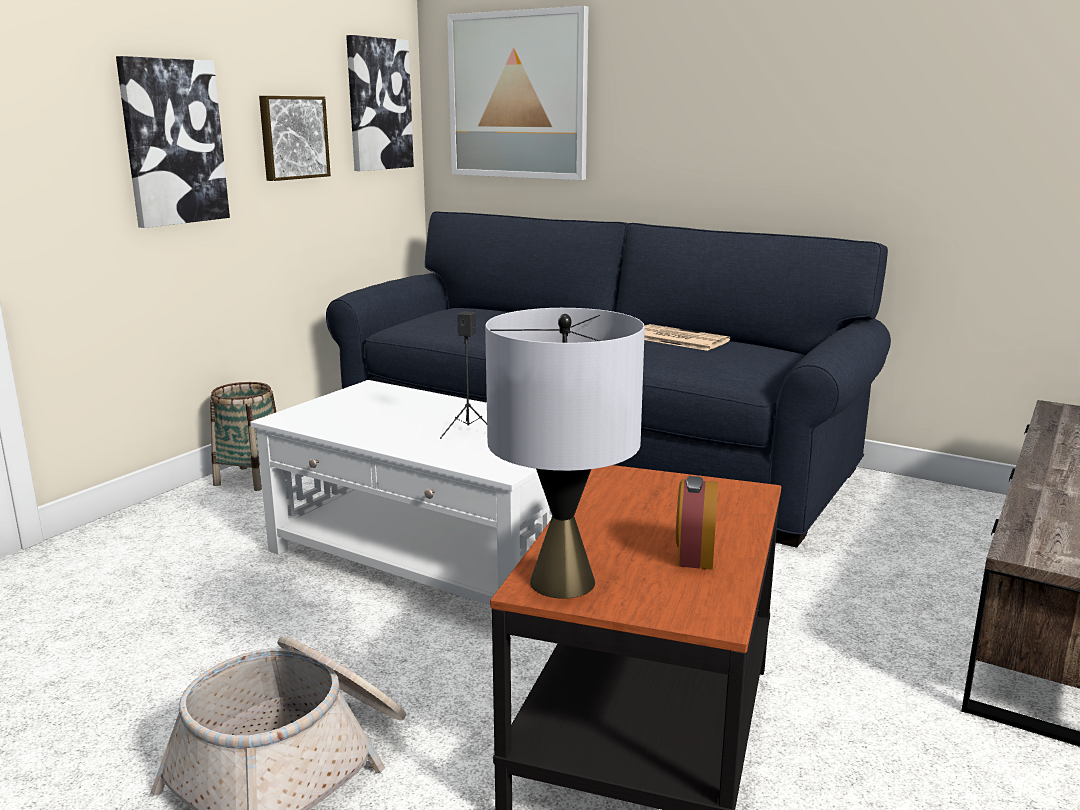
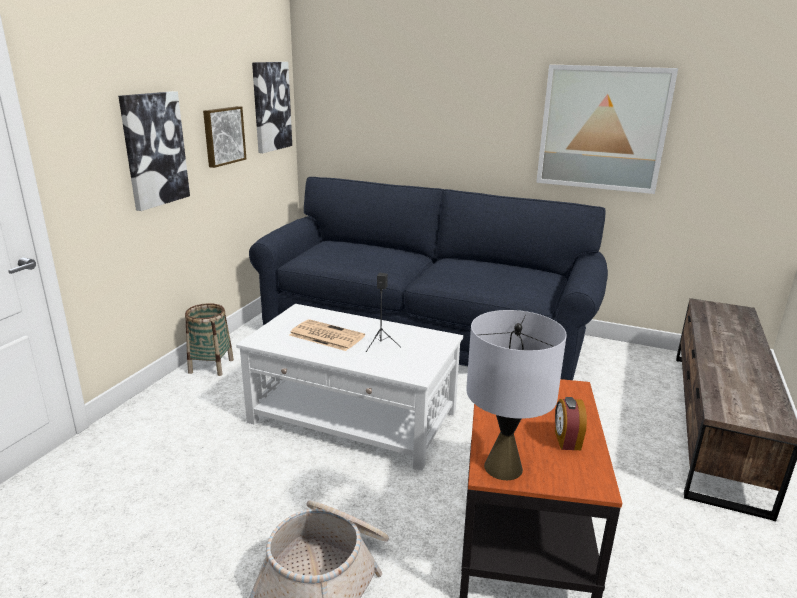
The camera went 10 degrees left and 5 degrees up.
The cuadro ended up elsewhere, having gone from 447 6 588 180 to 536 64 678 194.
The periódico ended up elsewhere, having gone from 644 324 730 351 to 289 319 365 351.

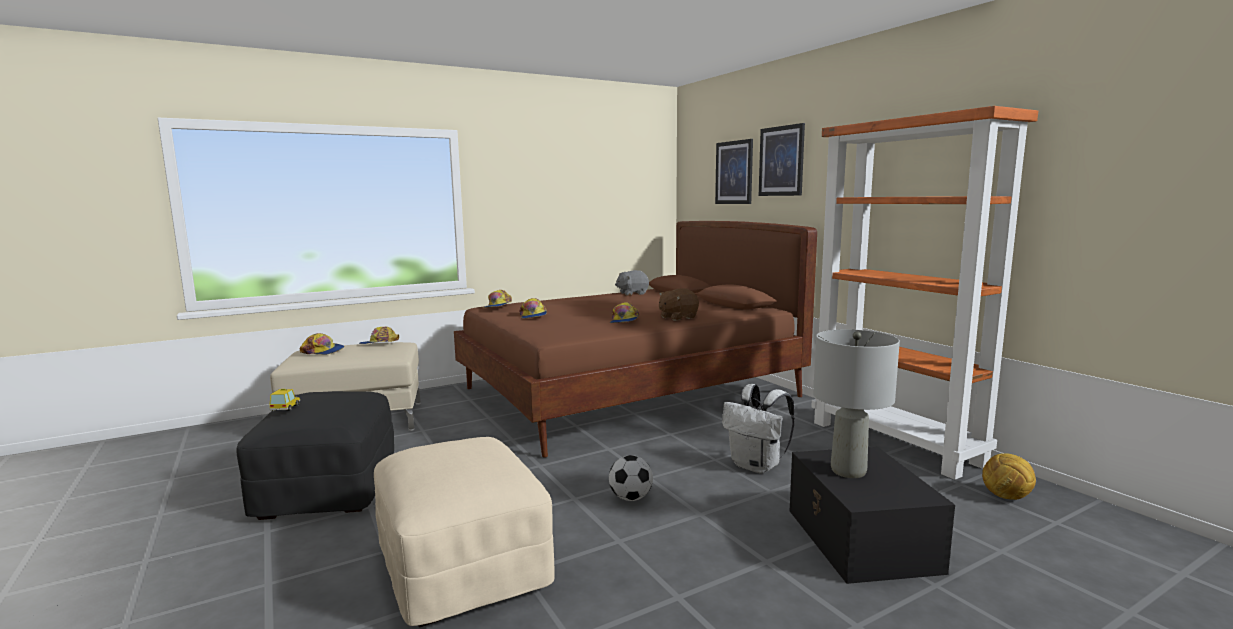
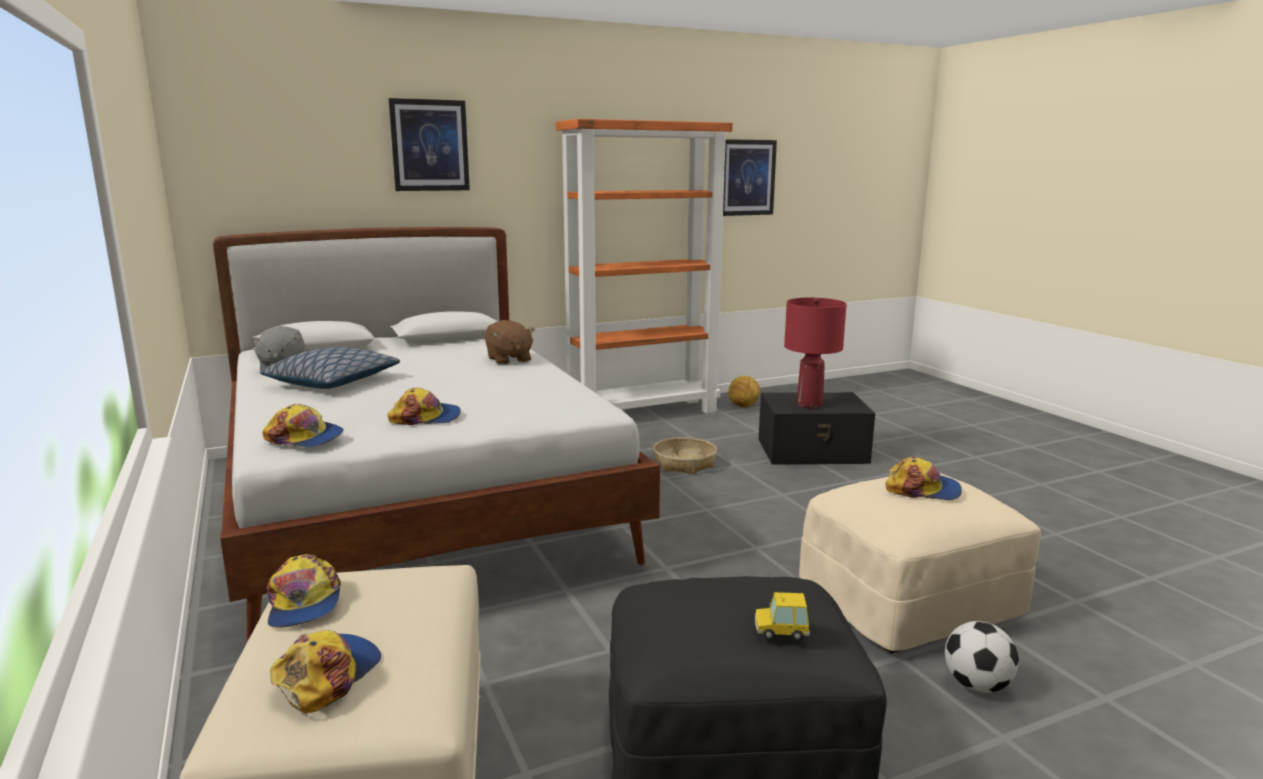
The camera went 85 degrees left and 5 degrees up.
The second view gained the cojín at 260 347 400 389.
The balón de fútbol ended up elsewhere, having gone from 609 455 653 501 to 945 621 1019 693.
The gorra ended up elsewhere, having gone from 610 302 640 323 to 885 457 962 500.
The cuadro ended up elsewhere, having gone from 715 139 753 204 to 723 139 777 216.
Where the mochila/blanco stood at 722 384 795 474, the cesta came to stand at 653 437 717 475.
What was the cama/marrón at 454 221 817 458 turned into the cama/blanco at 213 227 660 642.
What was the lámpara de mesa/gris at 813 329 900 478 turned into the lámpara de mesa/rojo at 784 298 847 409.

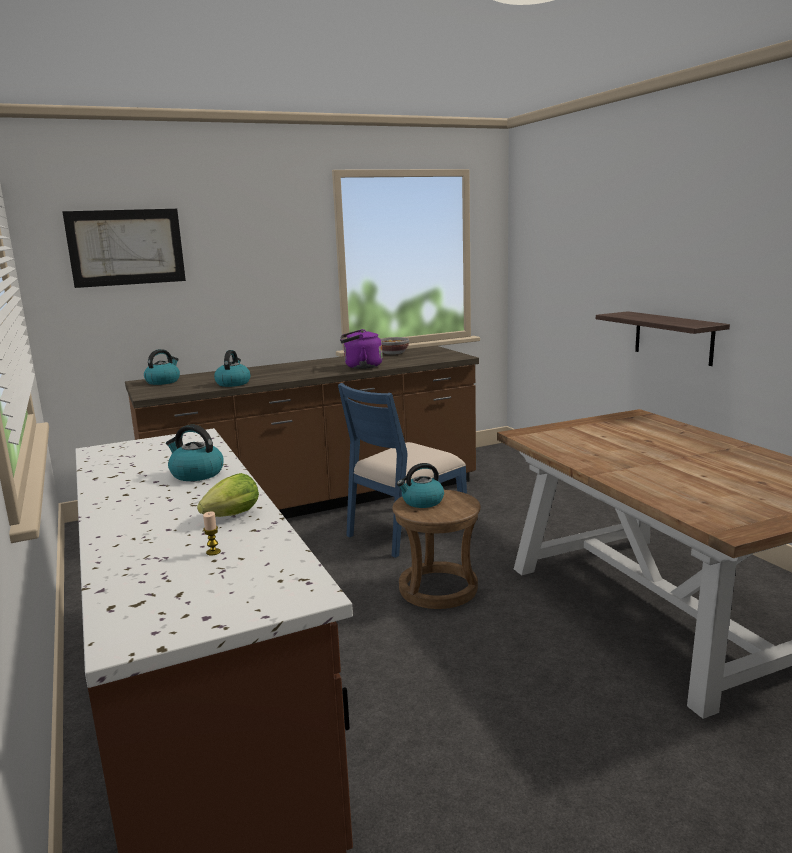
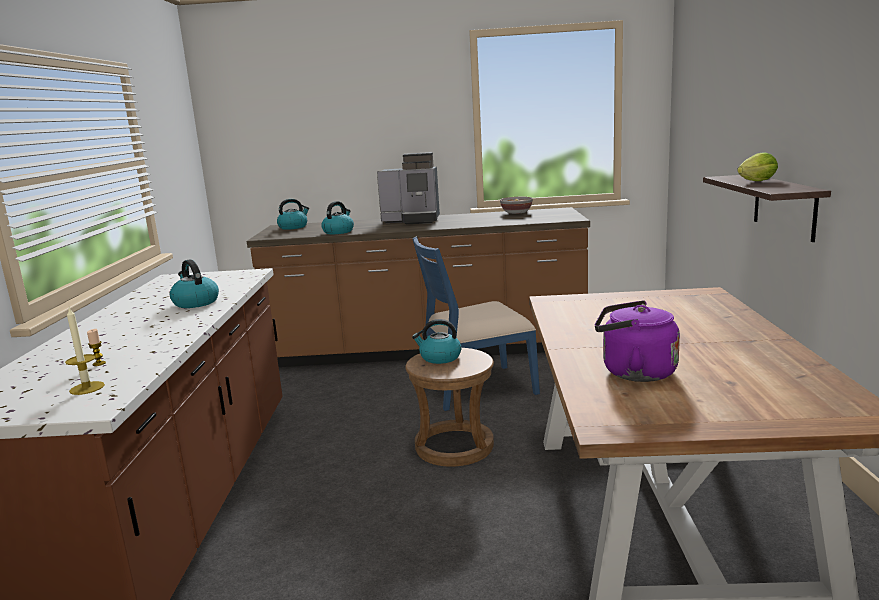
The camera went 25 degrees right and 0 degrees up.
The second view lost the cuadro at 62 209 186 288.
The second view gained the vela at 65 308 105 395.
The second view gained the cafetera at 377 152 440 224.
The lechuga ended up elsewhere, having gone from 197 473 259 517 to 737 152 778 181.
The hervidor/morado ended up elsewhere, having gone from 340 329 383 369 to 595 300 680 382.

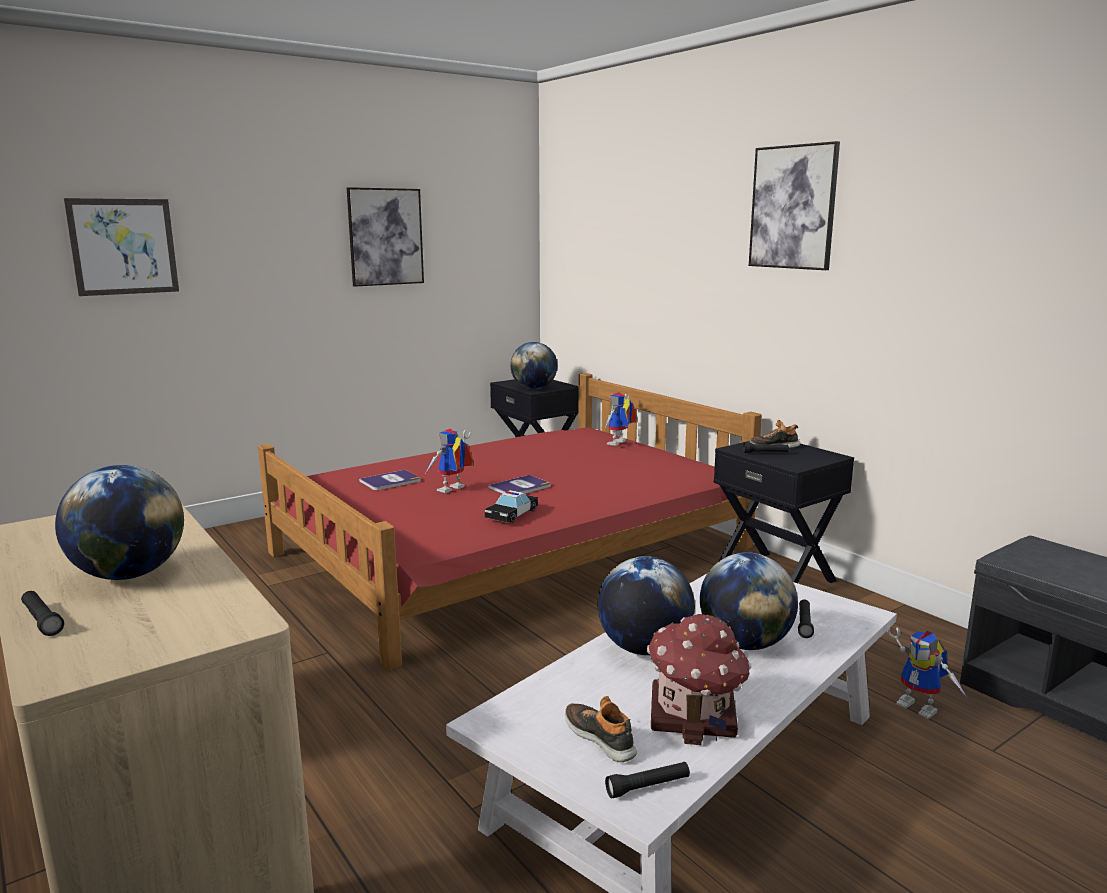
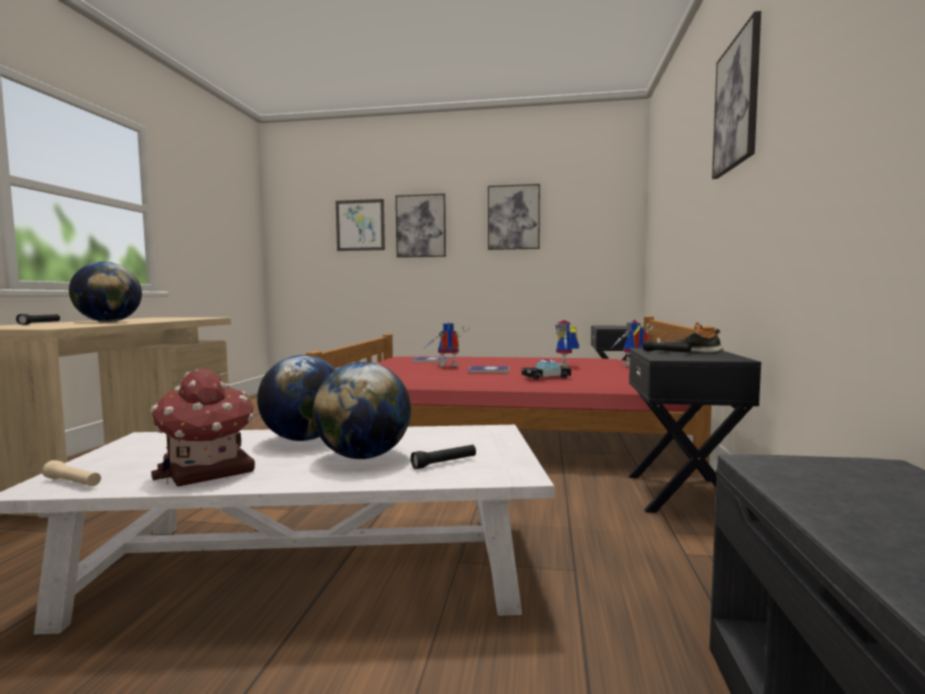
The camera went 45 degrees right and 10 degrees down.
The second view lost the globo terráqueo at 510 342 557 389.
The second view lost the zapato at 565 696 637 762.
The second view gained the cuadro at 396 194 446 258.
The coche de juguete ended up elsewhere, having gone from 485 490 538 523 to 522 359 571 380.
The robot de juguete ended up elsewhere, having gone from 887 628 968 719 to 555 320 579 367.
What was the linterna/negro at 605 762 690 799 turned into the linterna/beis at 42 460 101 486.

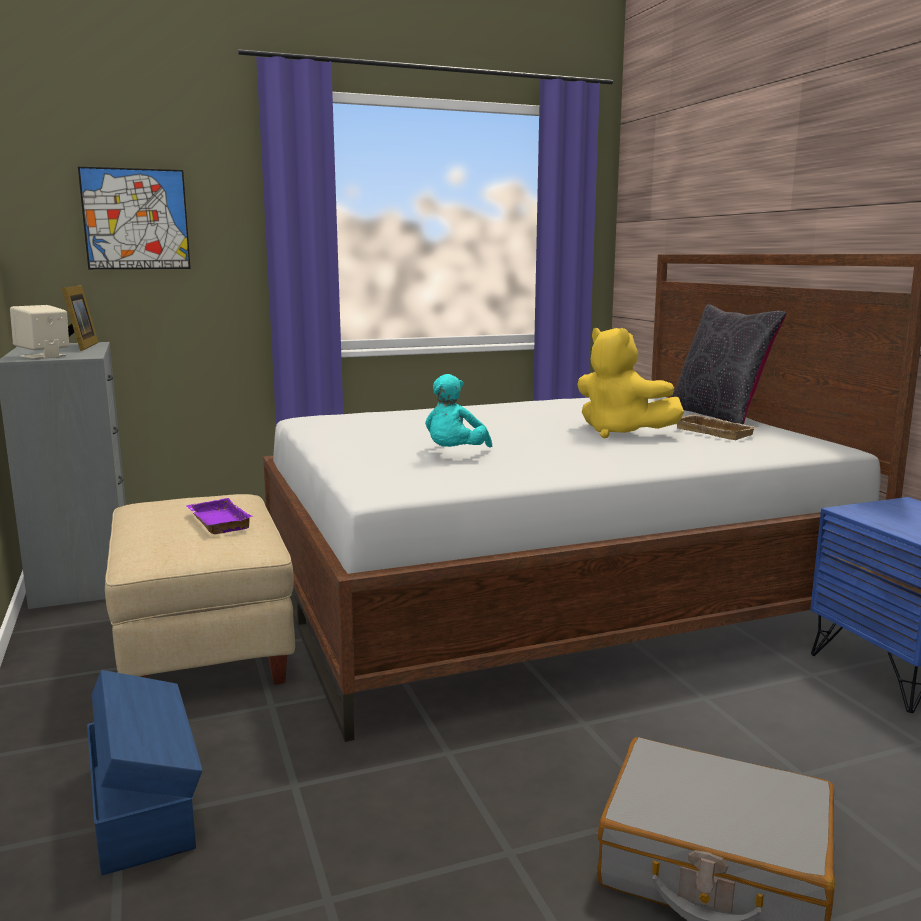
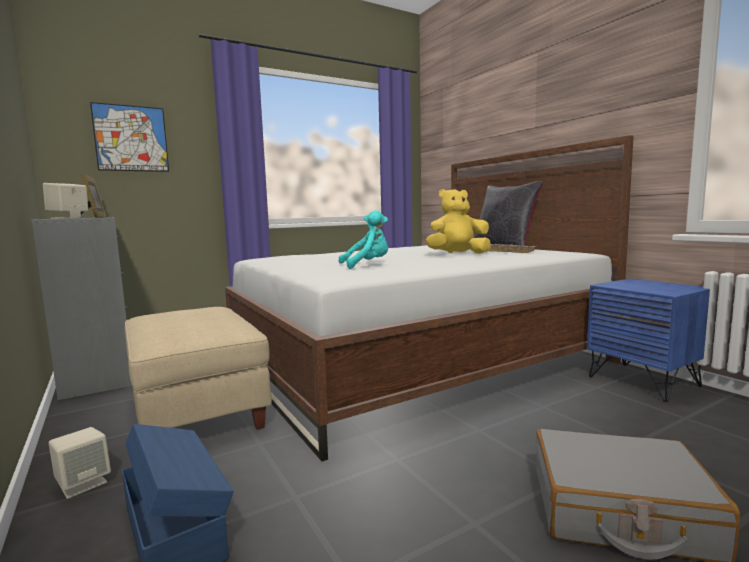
The camera went 10 degrees left and 5 degrees down.
The second view lost the bandeja/morado at 186 498 252 534.
The second view gained the altavoz/beis at 48 427 111 499.
The peluche/turquesa at 425 374 492 448 ended up facing another way, 120 degrees counterclockwise from before.
The peluche/amarillo at 577 328 684 438 ended up facing another way, 135 degrees clockwise from before.

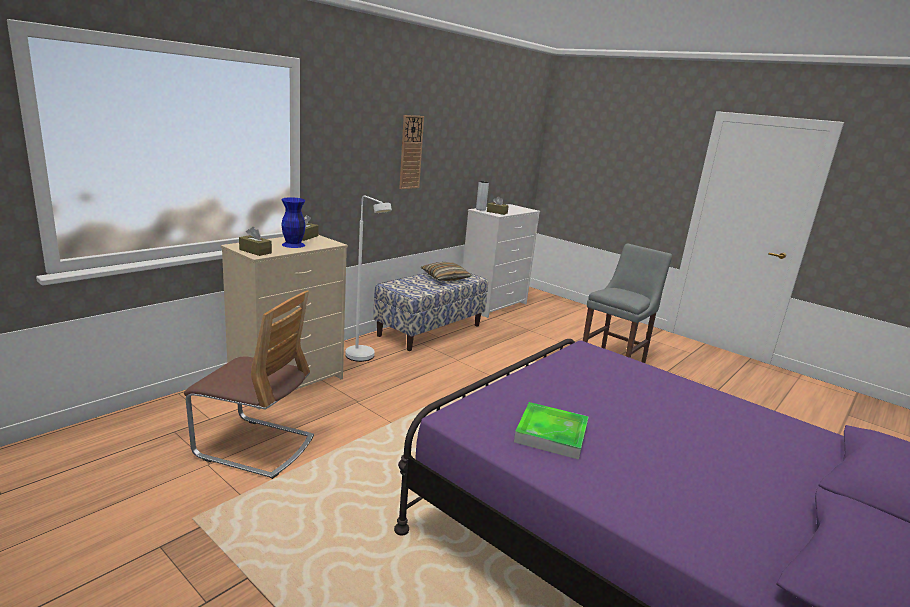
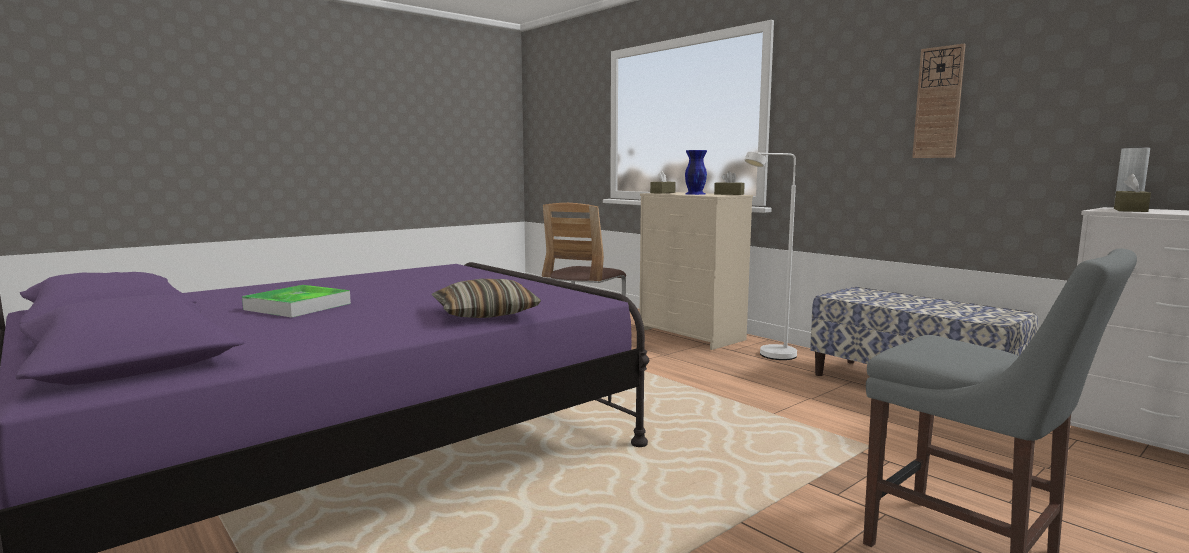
The camera went 100 degrees right and 10 degrees down.
The cojín ended up elsewhere, having gone from 421 262 471 281 to 431 279 541 318.
The bandeja ended up elsewhere, having gone from 514 402 589 459 to 242 285 351 318.

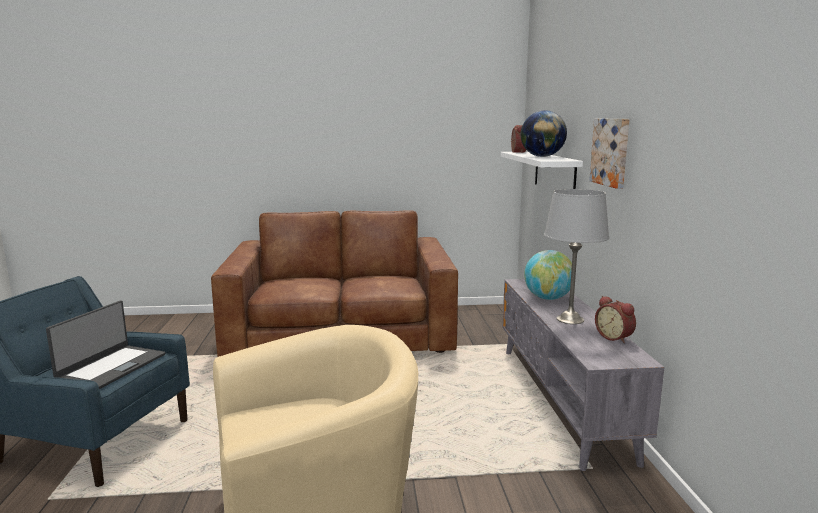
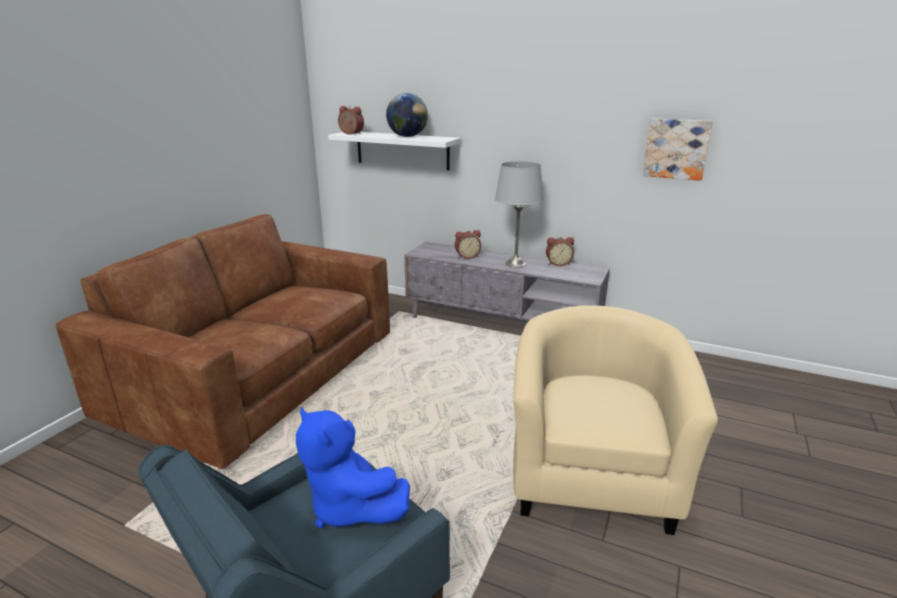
The camera went 60 degrees left and 10 degrees up.
The cuadro ended up elsewhere, having gone from 589 119 630 189 to 643 118 713 181.
Where the portátil stood at 46 301 166 389, the peluche/azul came to stand at 296 407 410 528.
Where the globo terráqueo stood at 524 250 572 300, the despertador came to stand at 455 230 481 259.

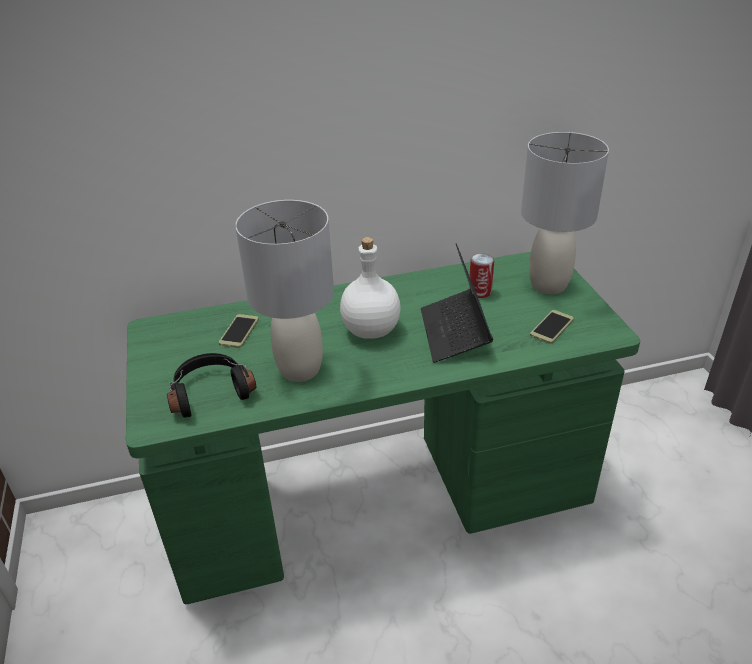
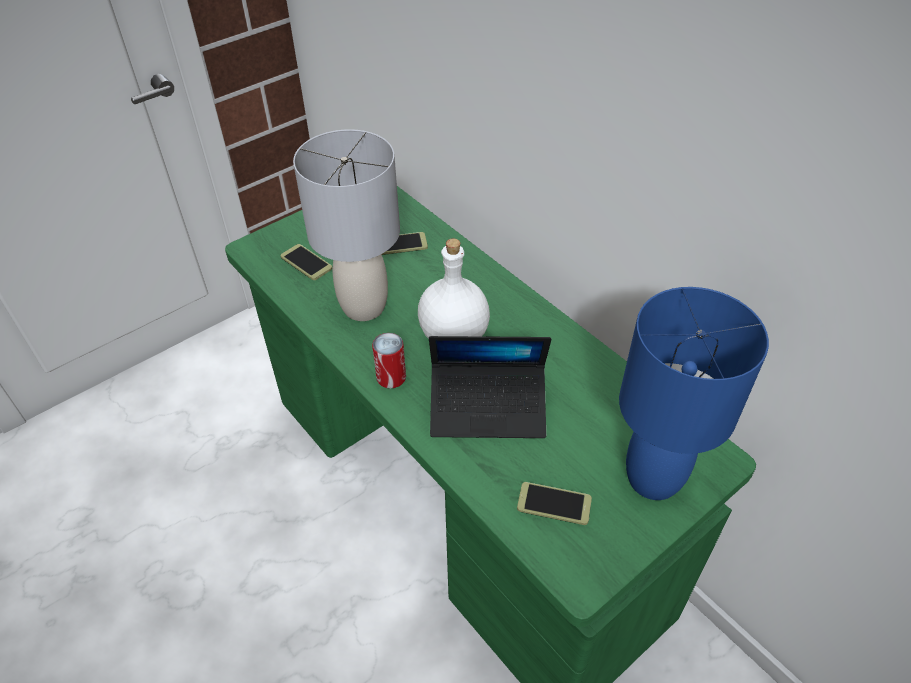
The camera went 65 degrees right and 10 degrees up.
The lata ended up elsewhere, having gone from 469 253 494 298 to 372 333 406 389.
Where the auriculares/negro stood at 167 353 256 418, the móvil came to stand at 281 244 332 280.
What was the lámpara de mesa/gris at 521 132 609 294 turned into the lámpara de mesa/azul at 619 287 769 500.
The portátil at 421 243 493 363 ended up facing another way, 150 degrees counterclockwise from before.

